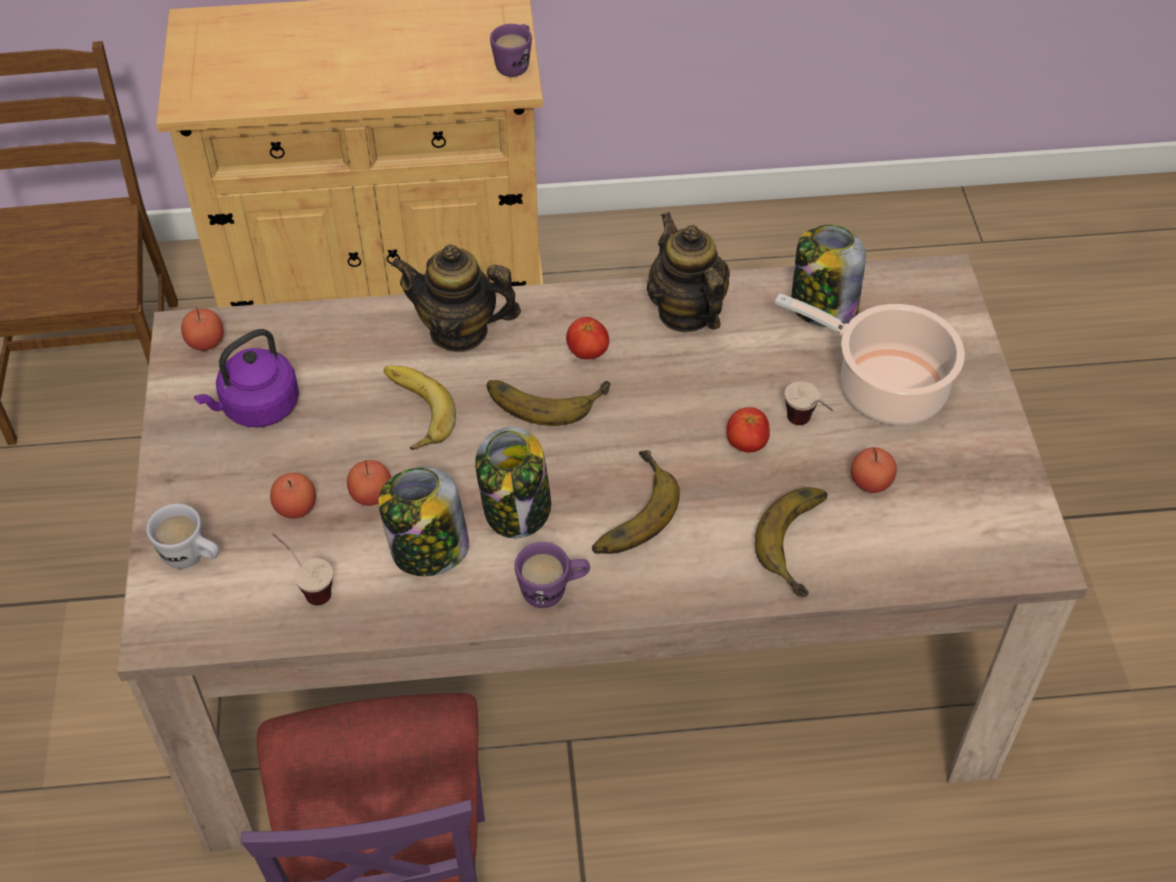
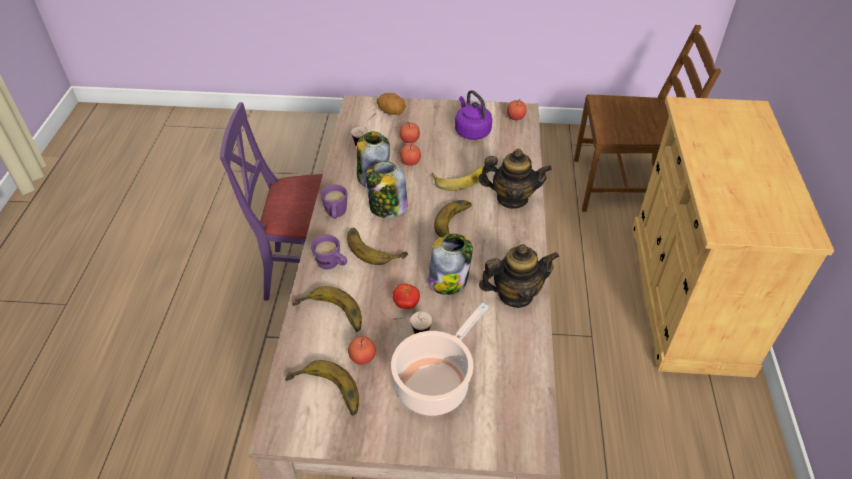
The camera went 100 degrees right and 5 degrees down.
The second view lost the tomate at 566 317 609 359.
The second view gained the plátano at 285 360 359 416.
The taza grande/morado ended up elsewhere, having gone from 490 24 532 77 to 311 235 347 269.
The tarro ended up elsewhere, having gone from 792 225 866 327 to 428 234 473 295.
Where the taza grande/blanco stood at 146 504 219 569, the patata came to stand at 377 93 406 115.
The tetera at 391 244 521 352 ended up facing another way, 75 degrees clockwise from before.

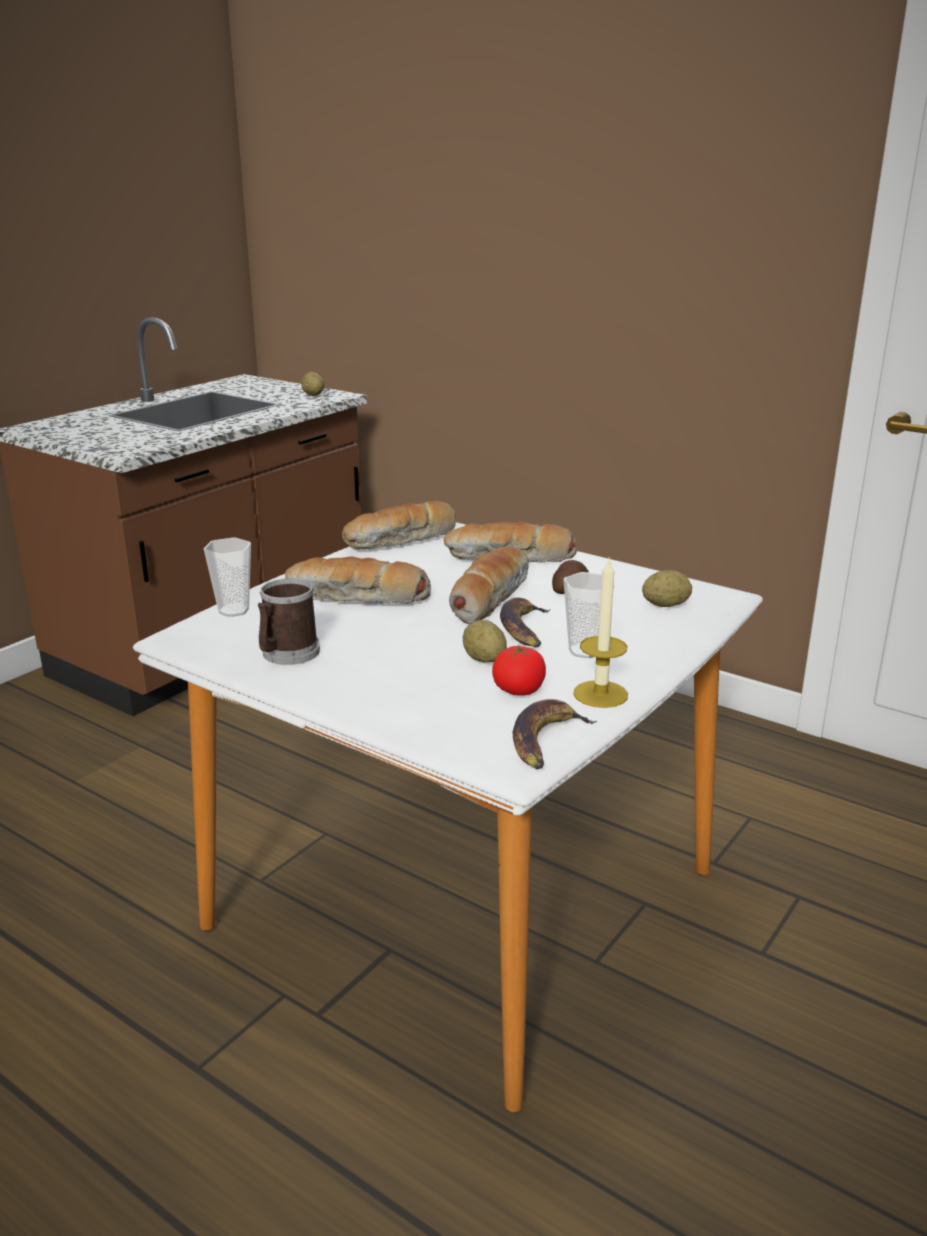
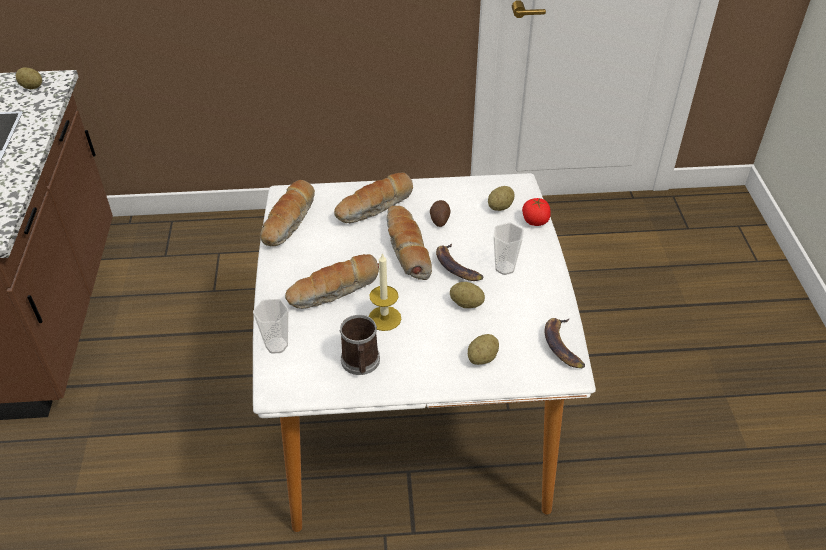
The camera went 40 degrees left and 20 degrees up.
The second view gained the patata at 468 334 499 365.
The tomate ended up elsewhere, having gone from 492 645 546 696 to 522 198 551 226.
The vela ended up elsewhere, having gone from 573 559 628 708 to 368 253 401 331.

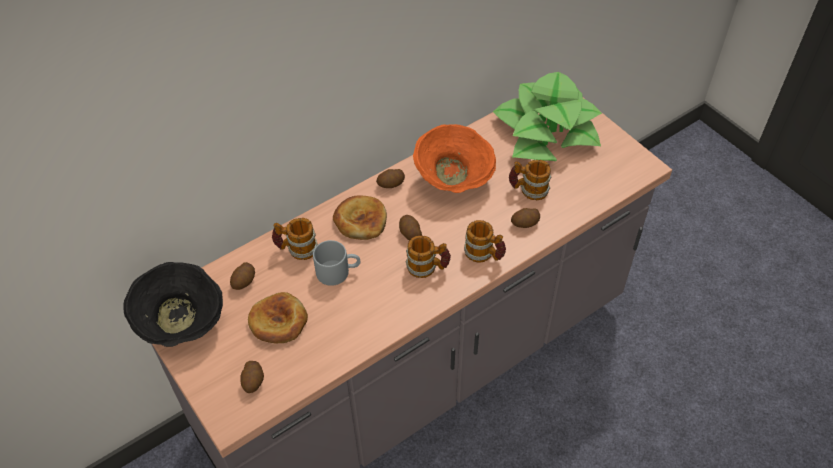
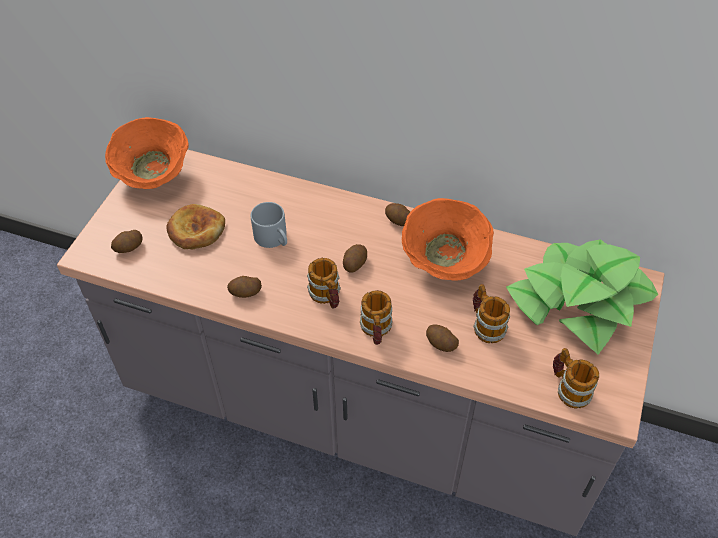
The camera went 55 degrees right and 0 degrees up.
The second view lost the pan at 333 195 387 240.
The patata ended up elsewhere, having gone from 230 262 255 290 to 227 276 262 298.
The taza grande ended up elsewhere, having gone from 272 218 318 260 to 553 348 599 408.
What was the cuenco/negro at 123 262 223 347 turned into the cuenco/naranja at 105 117 188 189.

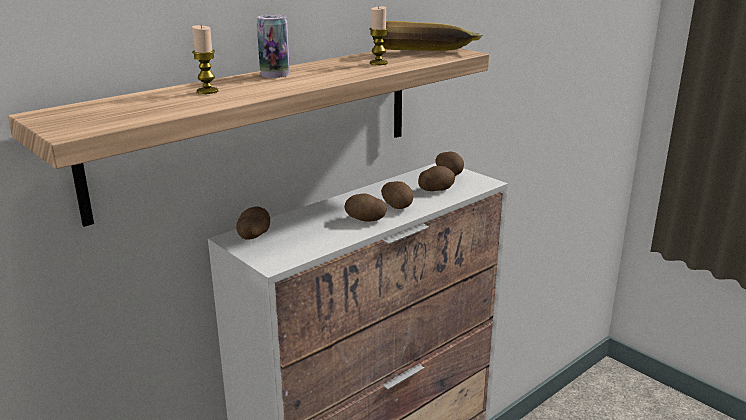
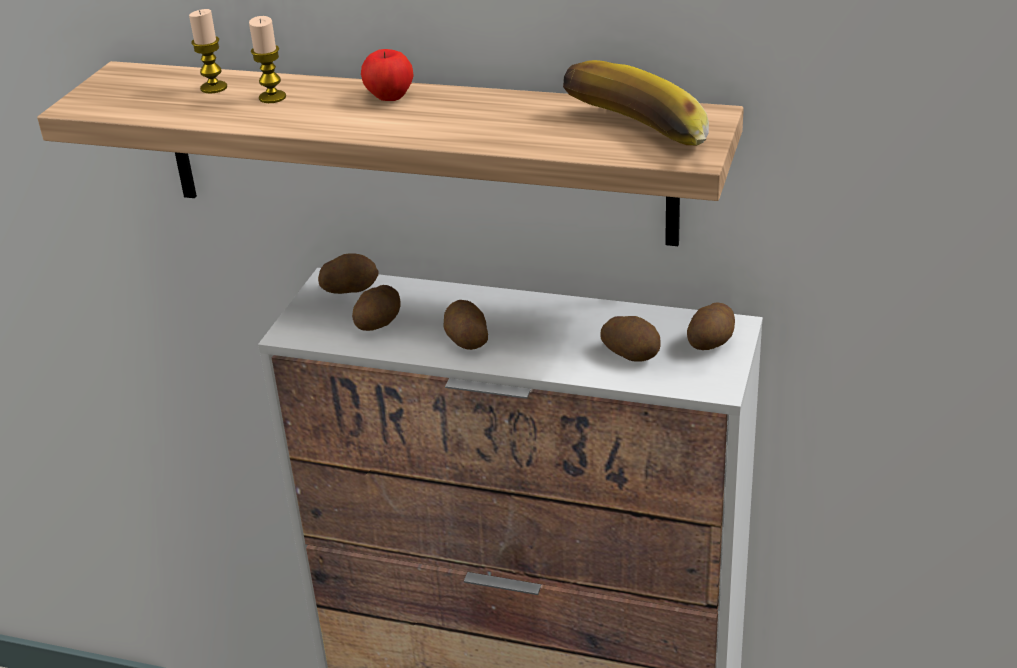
The camera went 60 degrees right and 10 degrees up.
The vela ended up elsewhere, having gone from 369 6 388 65 to 189 9 227 94.
The patata ended up elsewhere, having gone from 381 181 413 209 to 352 285 401 331.
Where the lata stood at 257 15 290 78, the manzana came to stand at 361 49 413 101.

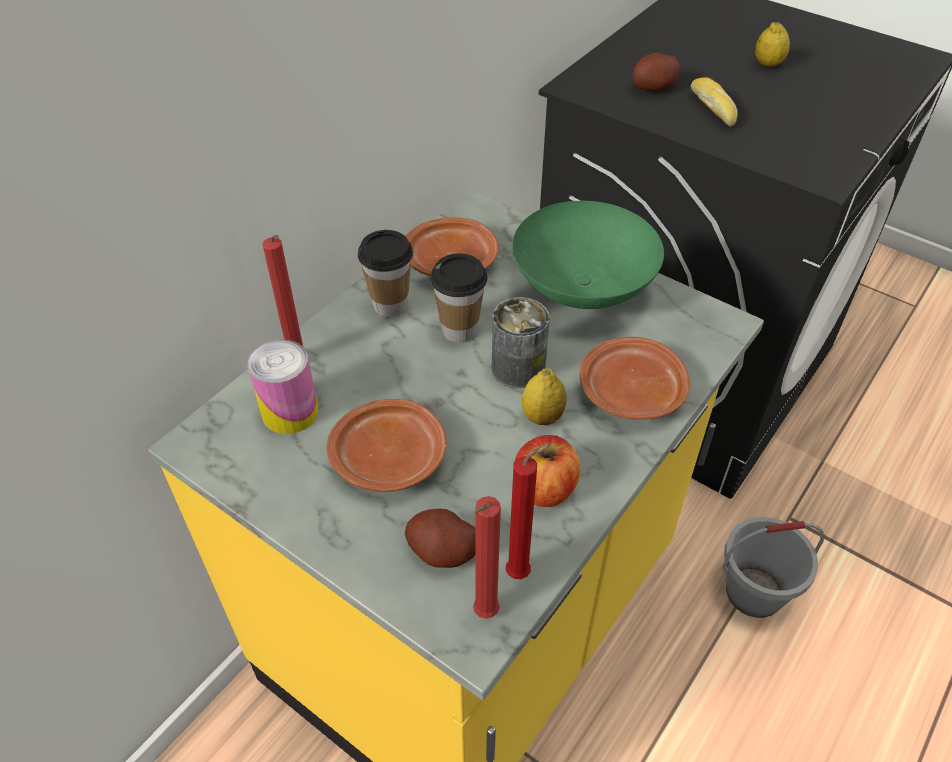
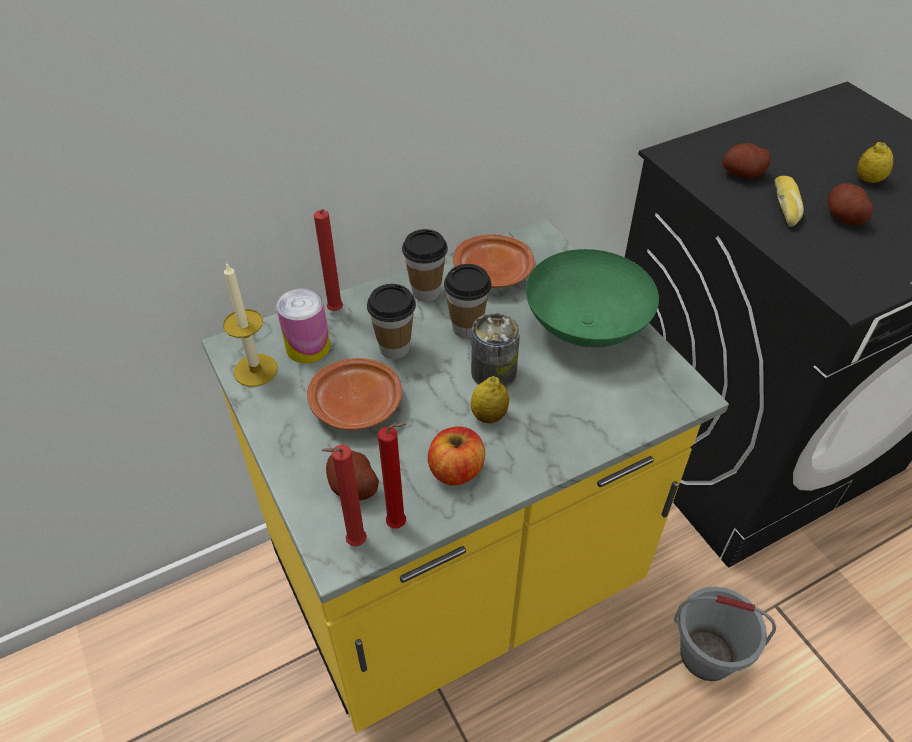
The camera went 25 degrees right and 0 degrees up.
The second view lost the plato/marrón at 580 337 690 420.
The second view gained the vela at 223 262 278 387.
The second view gained the taza at 367 284 416 359.
The second view gained the patata at 828 183 873 225.

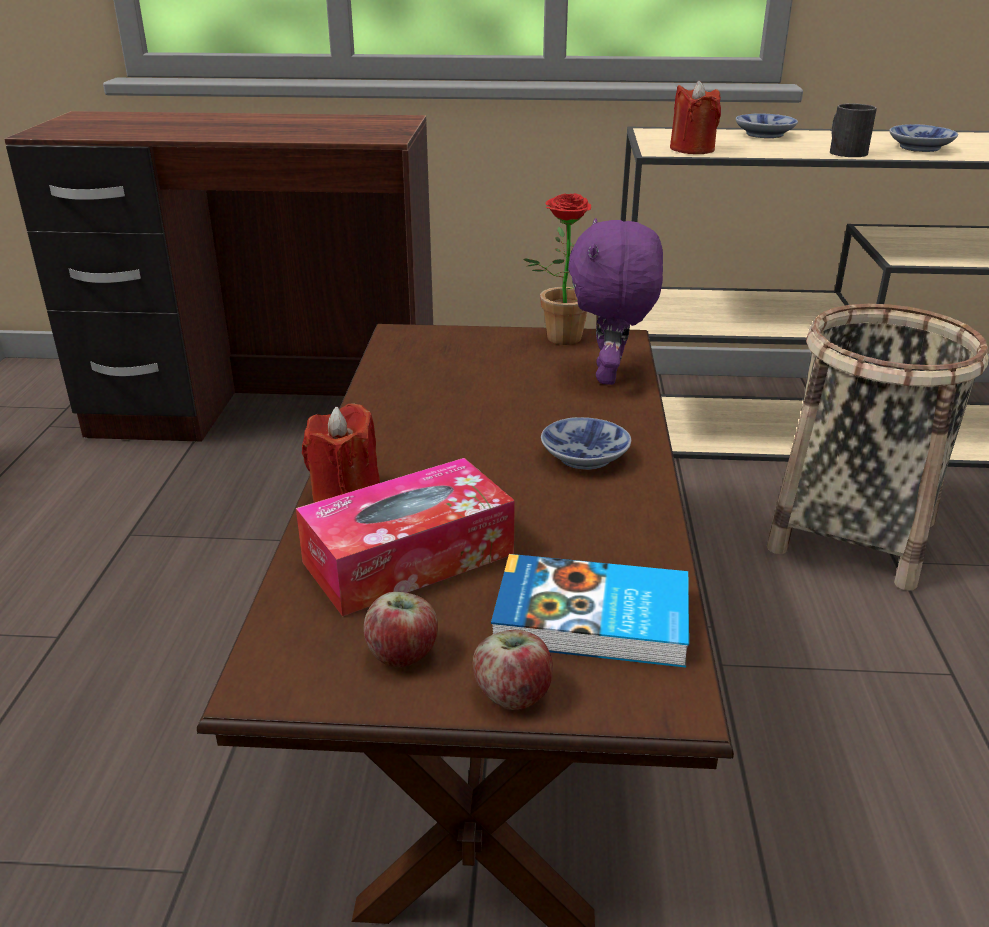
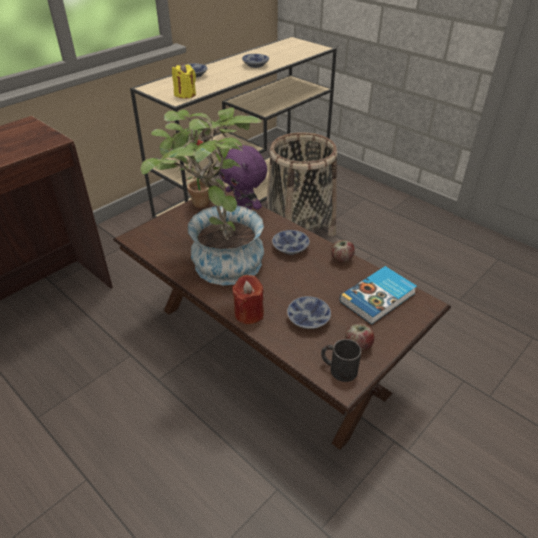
The camera went 50 degrees left and 10 degrees up.
The second view gained the planta en maceta at 140 108 264 285.
The manzana ended up elsewhere, having gone from 473 630 553 710 to 331 240 355 263.
The taza grande/negro ended up elsewhere, having gone from 830 103 877 157 to 321 339 361 382.
Where the caja de pañuelos stood at 296 458 515 616, the cuenco came to stand at 287 296 331 329.
What was the vela/rojo at 670 81 721 154 turned into the vela/amarillo at 172 63 196 99.

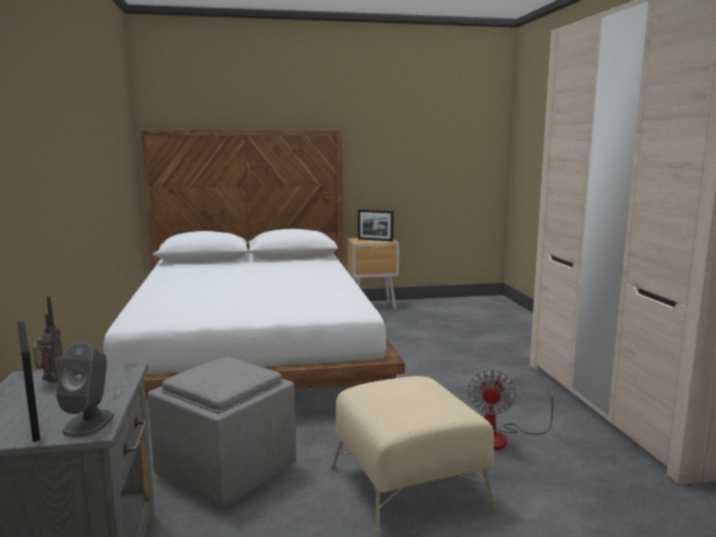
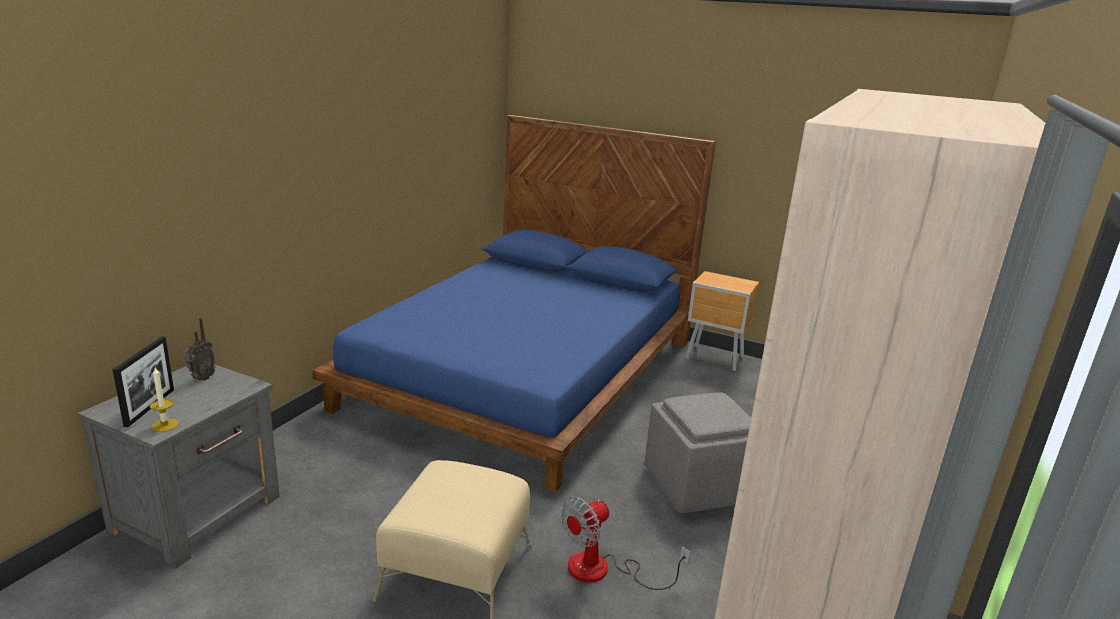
The camera went 35 degrees right and 10 degrees up.
The second view lost the portarretratos at 358 209 394 242.
The puf/gris ended up elsewhere, having gone from 148 357 296 508 to 644 393 751 514.
Where the altavoz/gris stood at 56 342 114 437, the vela came to stand at 150 368 179 432.
What was the cama/blanco at 103 129 405 400 turned into the cama/azul at 312 115 716 492.

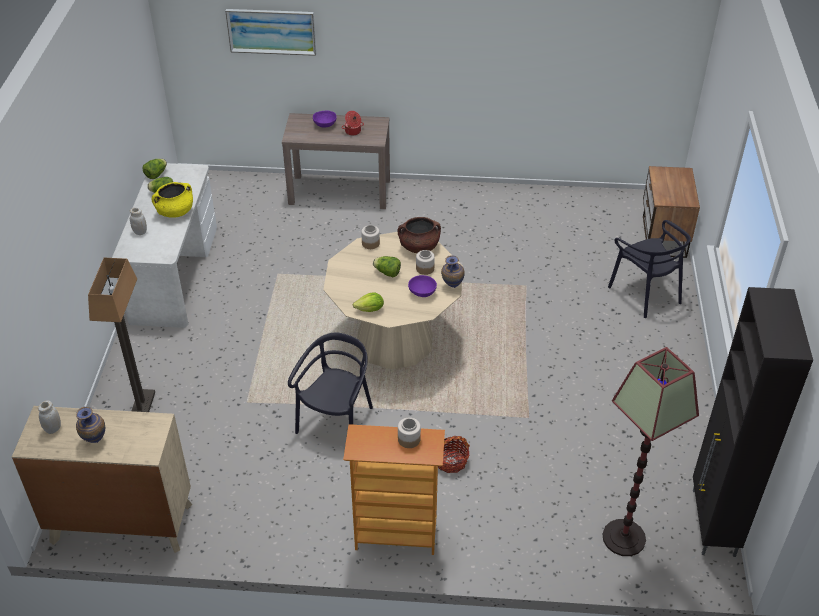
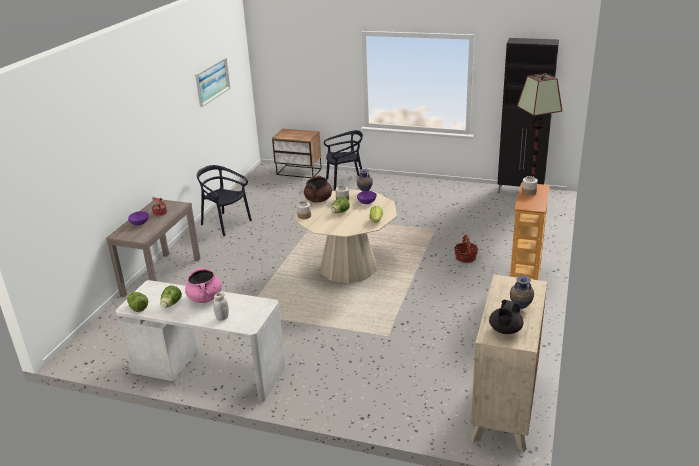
The camera went 75 degrees left and 15 degrees down.
The second view lost the lámpara de pie at 88 257 155 412.
The cuadro ended up elsewhere, having gone from 225 9 316 56 to 195 58 230 107.
The silla/negro ended up elsewhere, having gone from 288 333 373 434 to 197 165 252 236.
Where the tarro/blanco stood at 38 400 61 434, the tetera/negro came to stand at 489 300 523 334.
What was the olla/amarillo at 152 182 193 218 turned into the olla/rosa at 185 267 222 303.

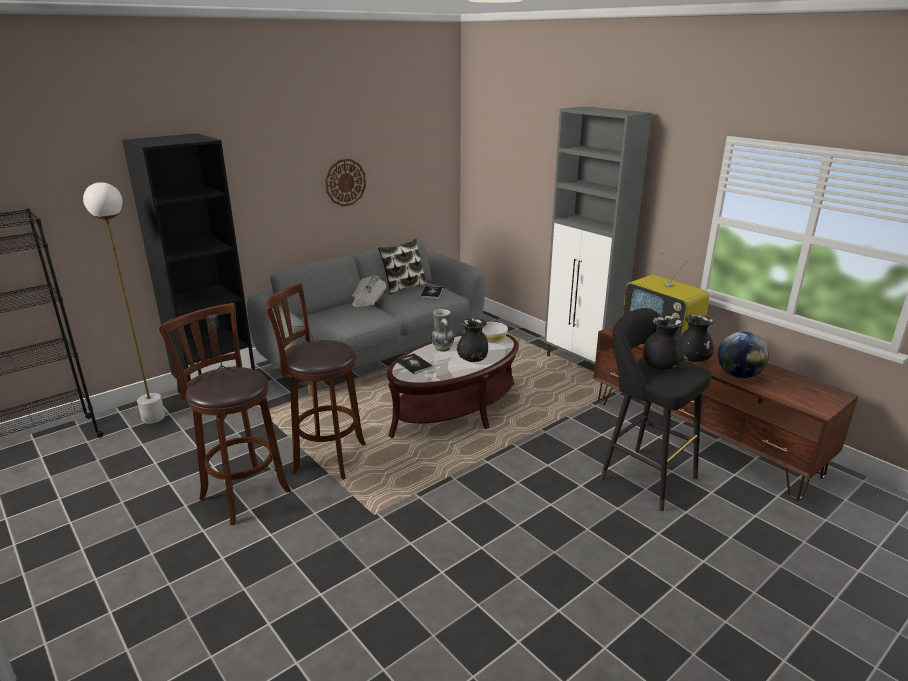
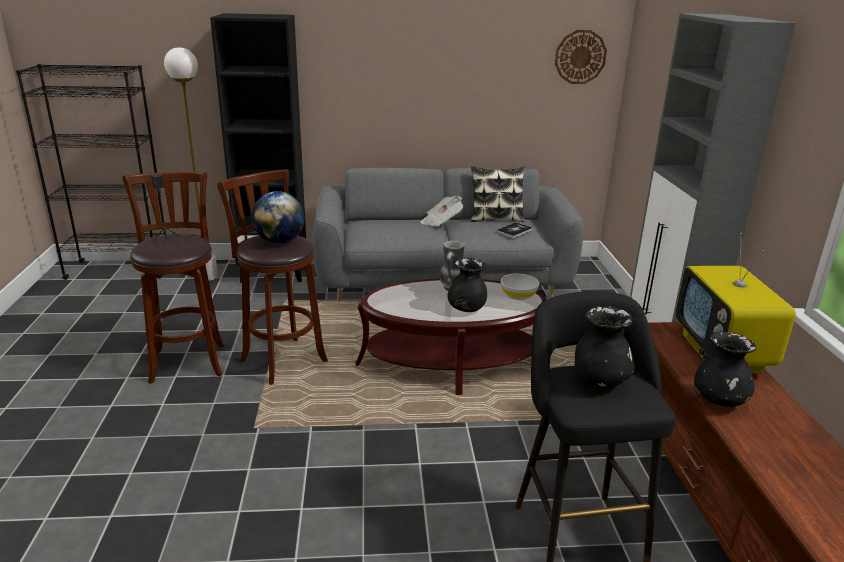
The camera went 35 degrees right and 0 degrees up.
The second view lost the libro at 395 353 433 374.
The reloj de pared ended up elsewhere, having gone from 325 159 366 207 to 555 30 607 84.
The globo terráqueo ended up elsewhere, having gone from 718 331 769 378 to 252 191 304 244.

